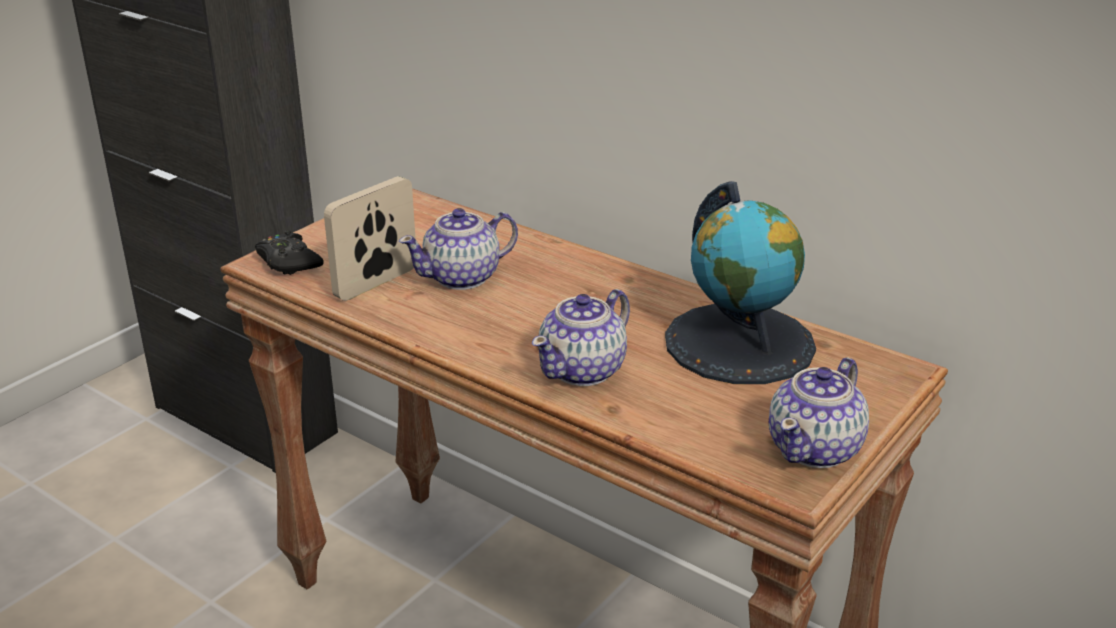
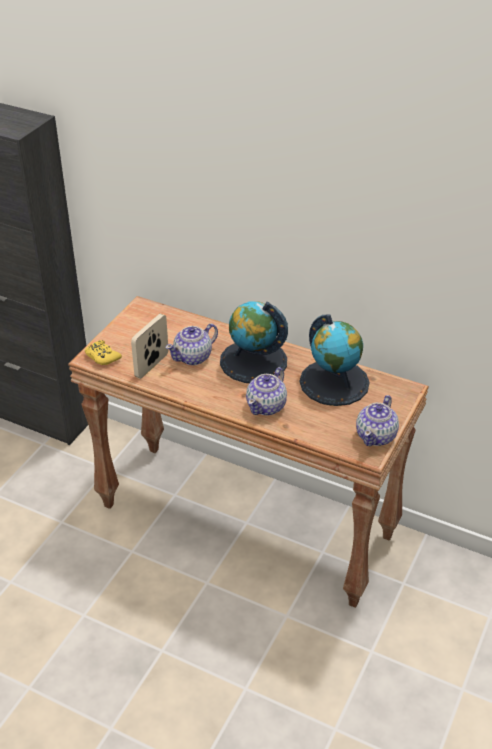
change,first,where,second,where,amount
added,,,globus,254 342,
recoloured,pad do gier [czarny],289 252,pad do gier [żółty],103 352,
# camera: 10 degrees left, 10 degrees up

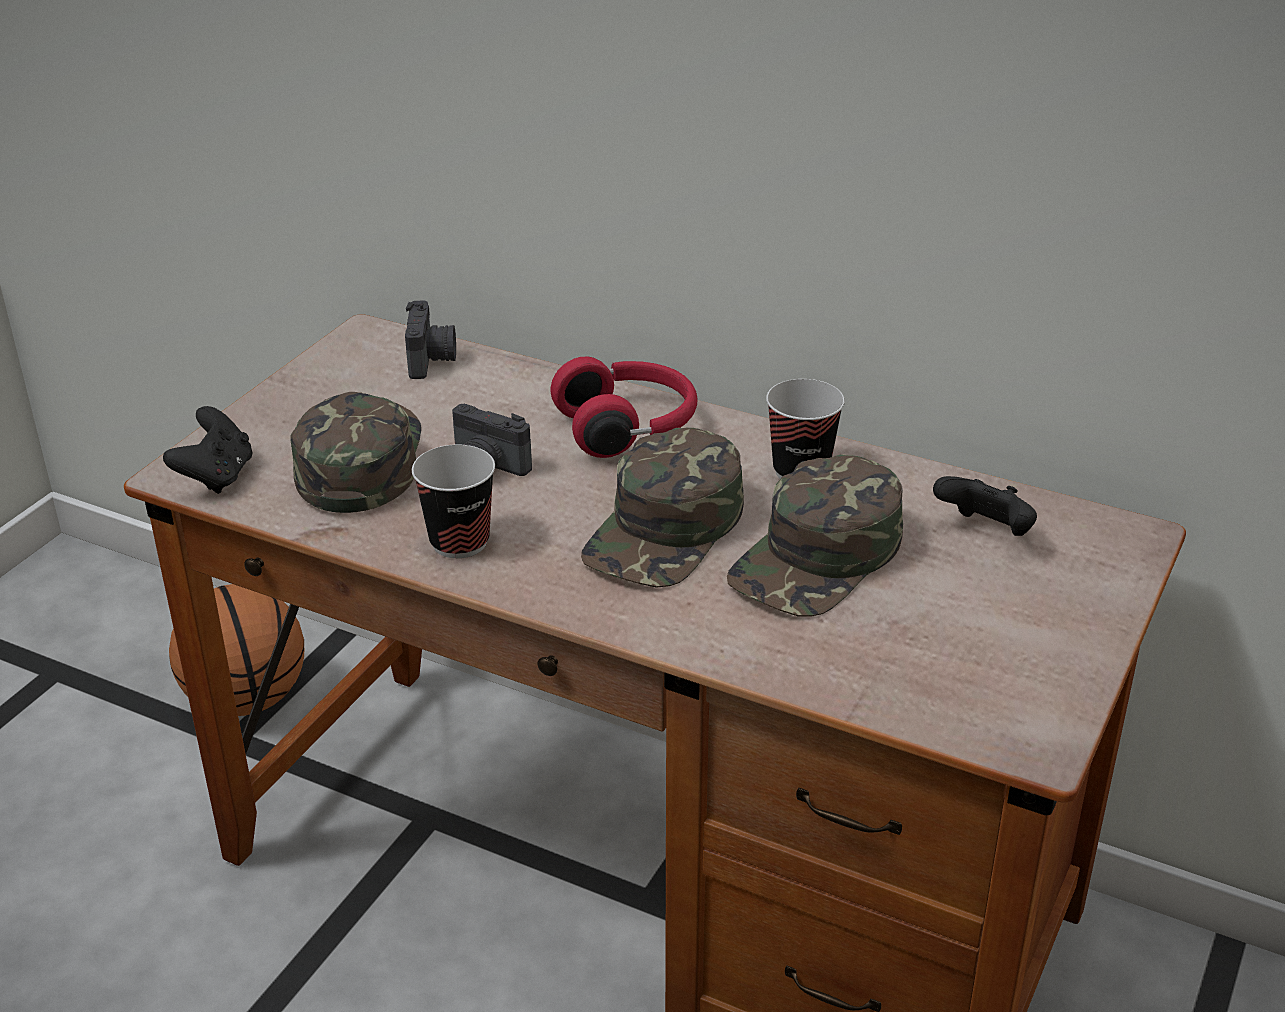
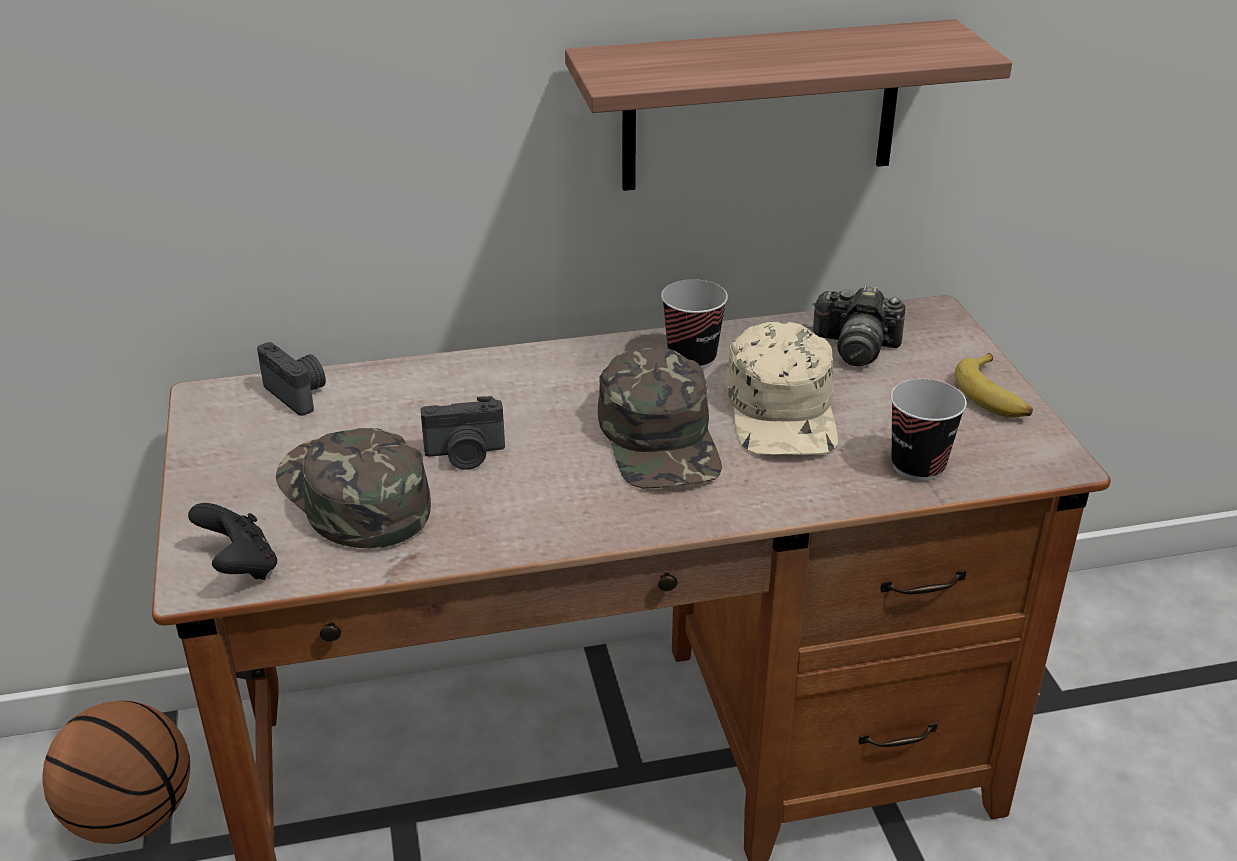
change,first,where,second,where,amount
removed,słuchawki [czerwony],624 407,,,
added,,,półka,788 105,
added,,,banan,994 385,
moved,filiżanka,453 501,,928 430,
replaced,pad do gier [czarny],985 506,aparat fotograficzny,858 326,
recoloured,czapka z daszkiem [zielony],815 535,czapka z daszkiem [beżowy],781 388,
# camera: 40 degrees left, 0 degrees up

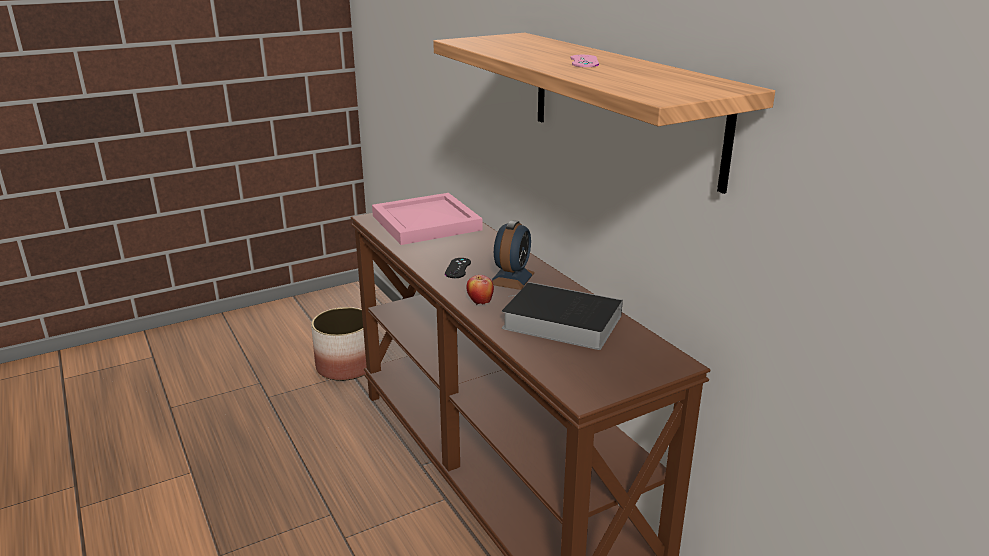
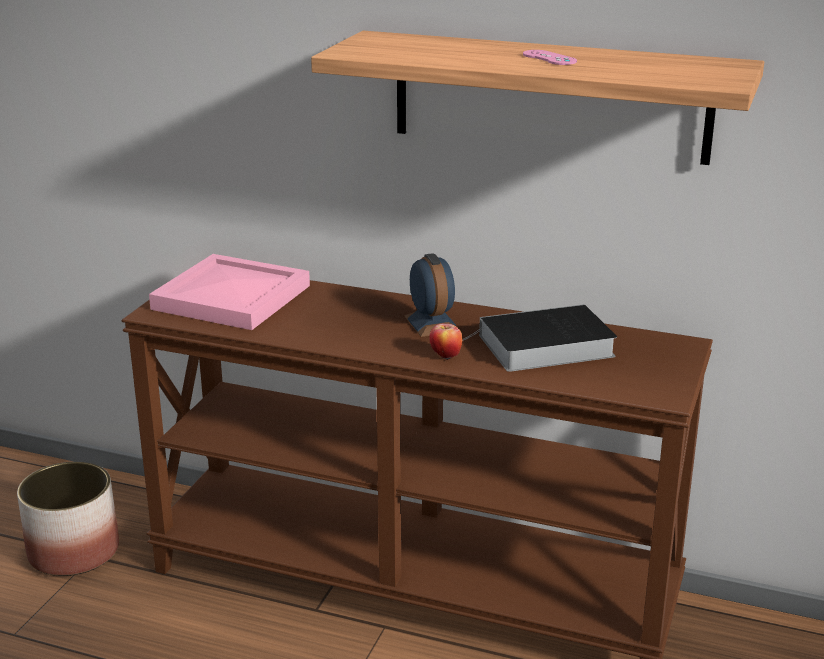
change,first,where,second,where,amount
removed,pad do gier [czarny],458 268,,,
# camera: 40 degrees left, 0 degrees up

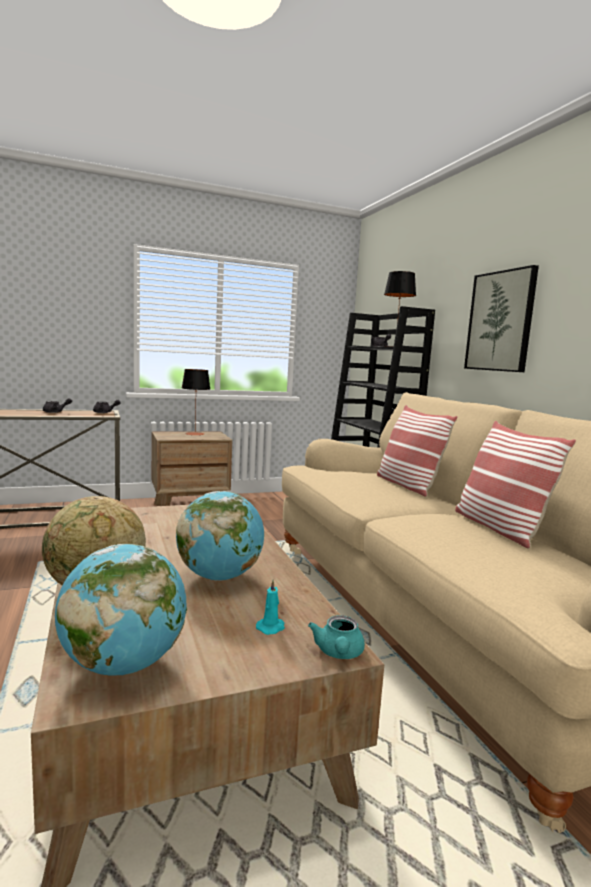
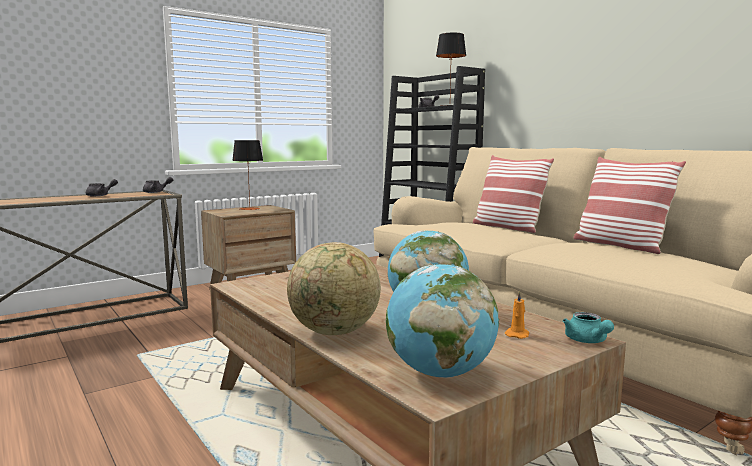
change,first,where,second,where,amount
removed,obraz,501 318,,,
recoloured,świeca [turkusowy],270 607,świeca [pomarańczowy],517 315,
# camera: 15 degrees left, 0 degrees up

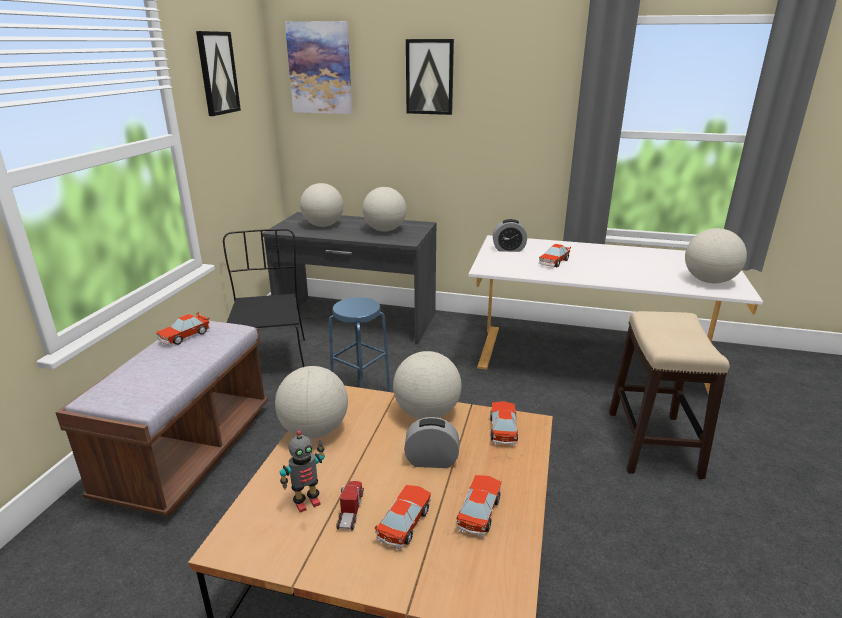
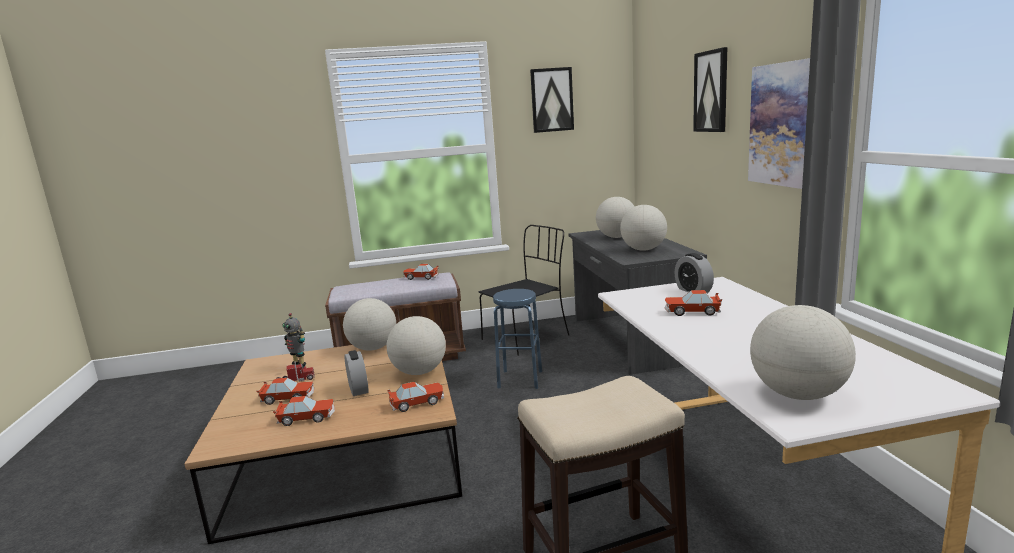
change,first,where,second,where,amount
moved,obraz,318 67,,779 123,
# camera: 65 degrees right, 10 degrees down

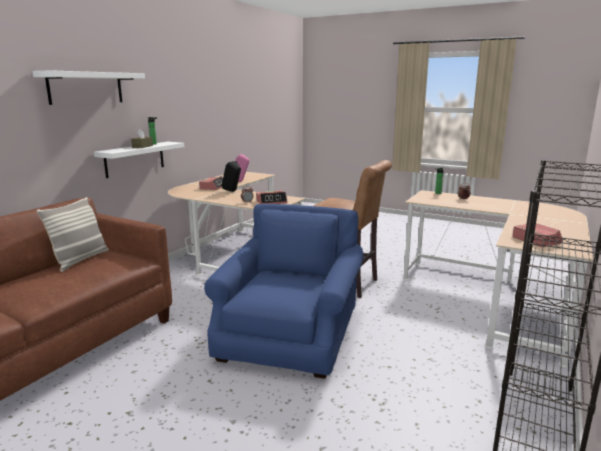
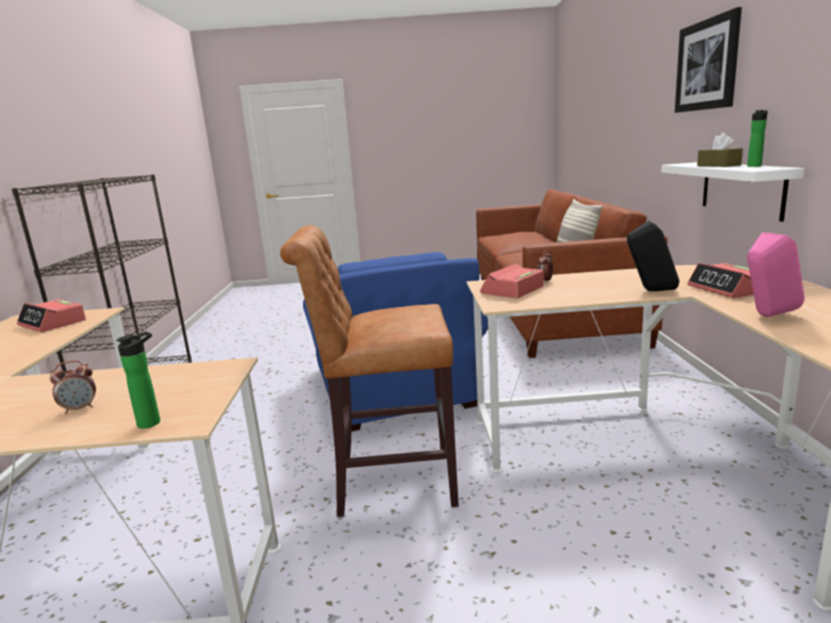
change,first,where,second,where,amount
replaced,półka [biały],88 87,obraz,708 60,
# camera: 150 degrees right, 0 degrees up

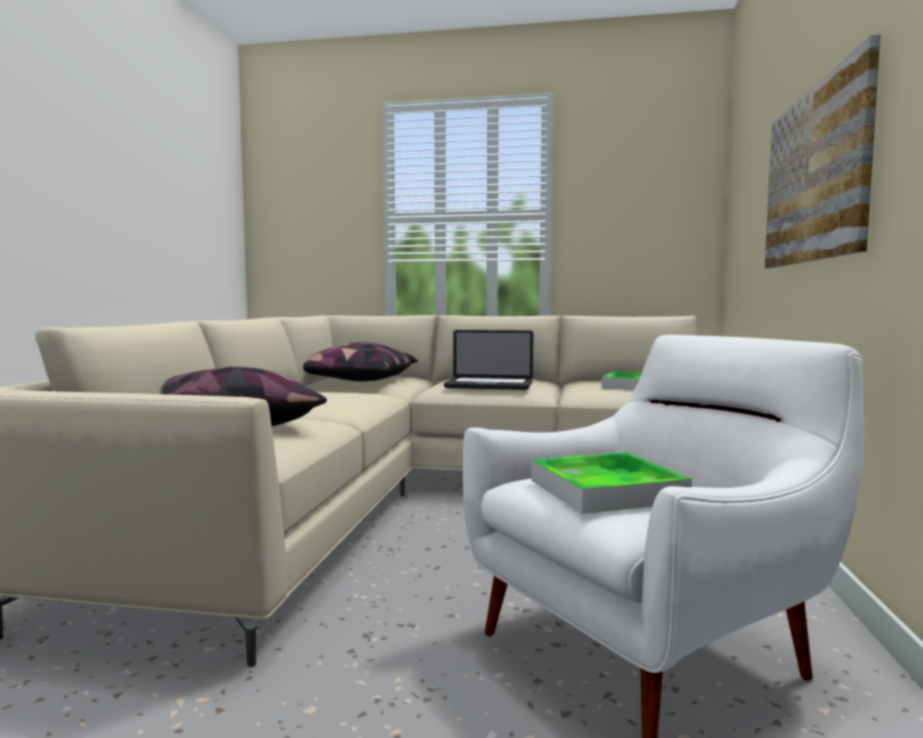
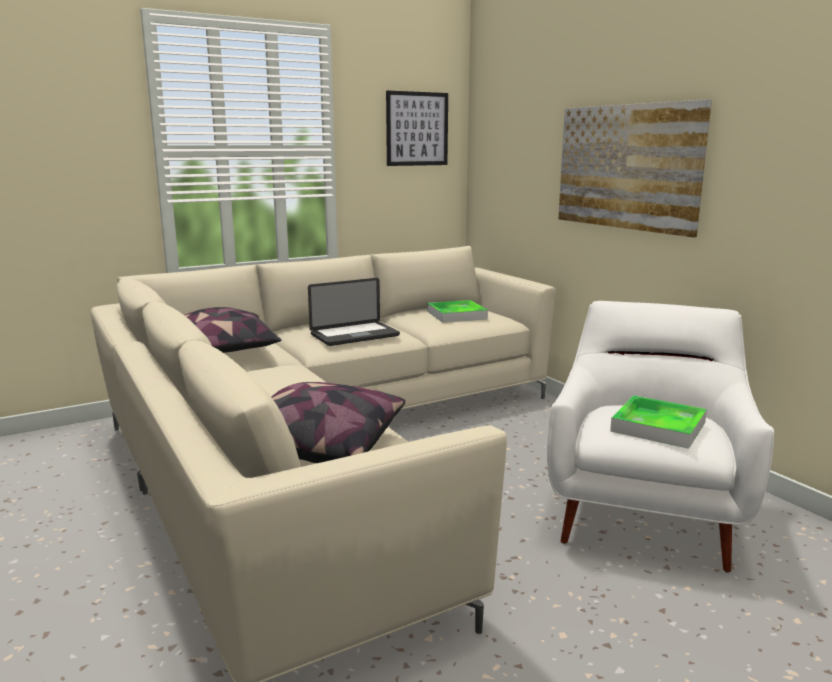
change,first,where,second,where,amount
added,,,obraz,417 128,
# camera: 40 degrees left, 10 degrees up

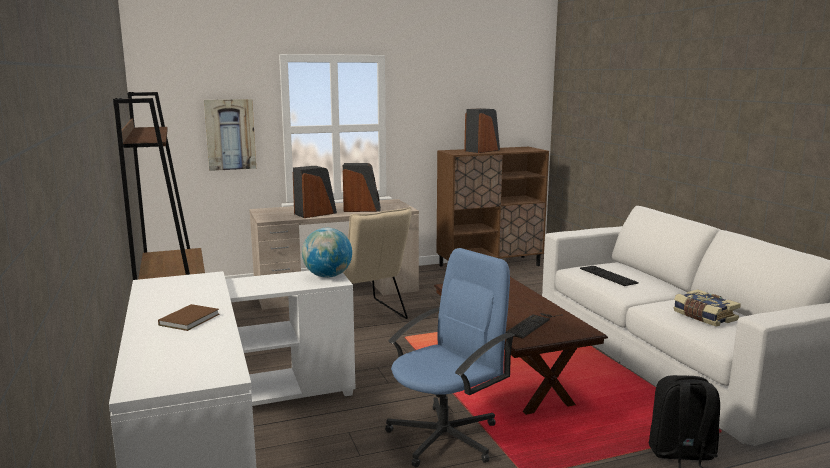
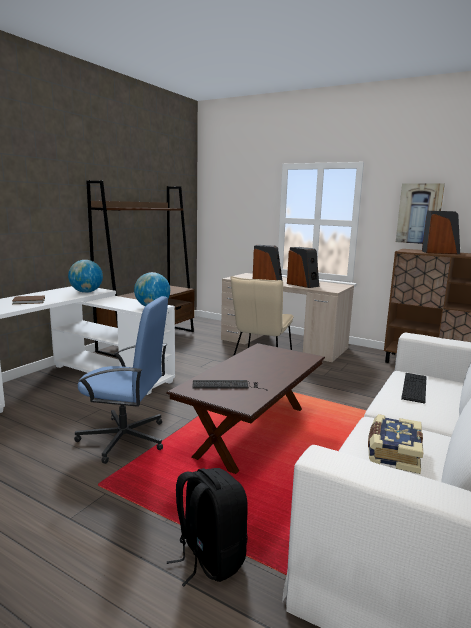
change,first,where,second,where,amount
added,,,globus,85 276,
moved,obraz,230 135,,420 213,
# camera: 50 degrees right, 0 degrees up

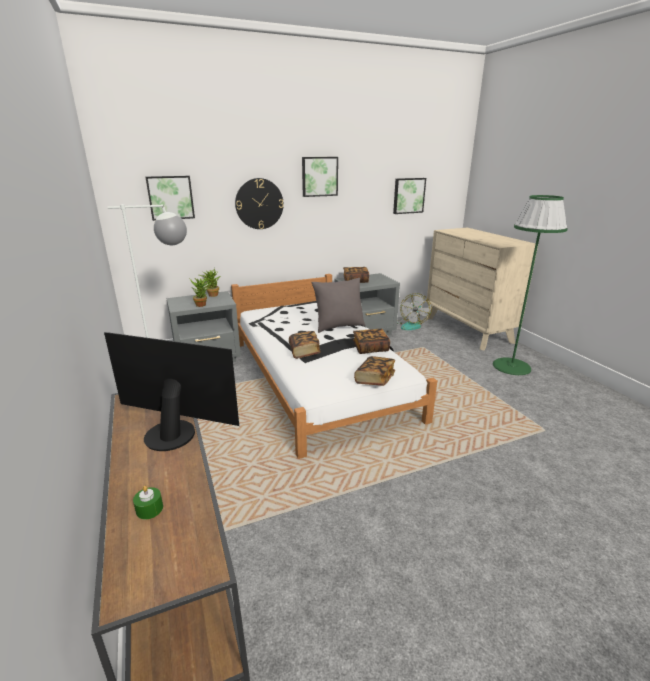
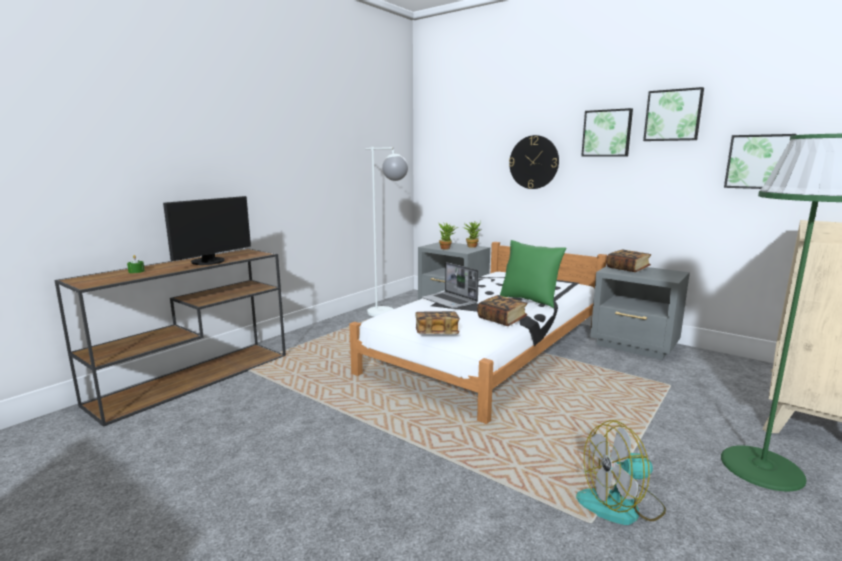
change,first,where,second,where,amount
moved,obraz,170 198,,673 114,
moved,wentylator,414 311,,621 472,
replaced,książka,305 345,laptop,450 285,
recoloured,poduszka [szary],338 305,poduszka [zielony],533 274,
turned,monitor,171 391,,207 230,45 degrees clockwise
# camera: 60 degrees right, 10 degrees down

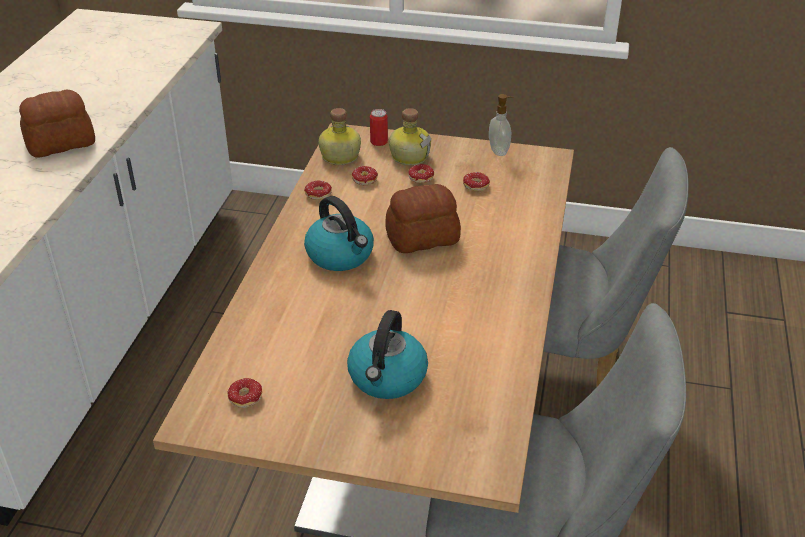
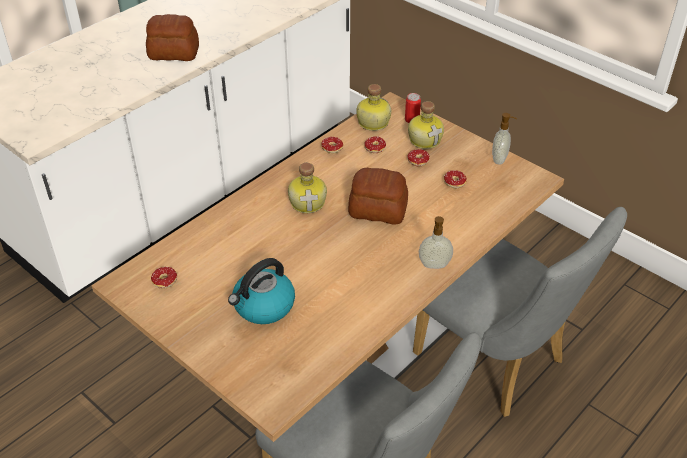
change,first,where,second,where,amount
added,,,dozownik mydła,436 242,
replaced,czajnik,339 233,butelka,307 188,
# camera: 30 degrees right, 5 degrees up

